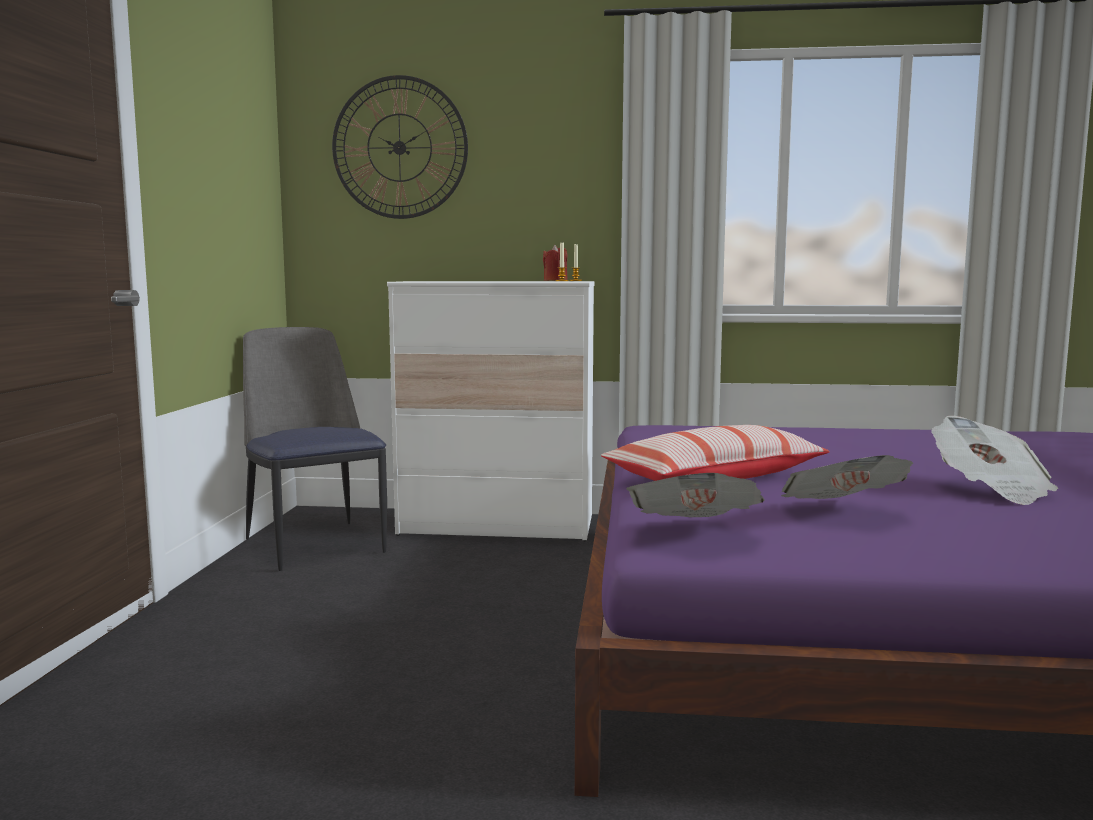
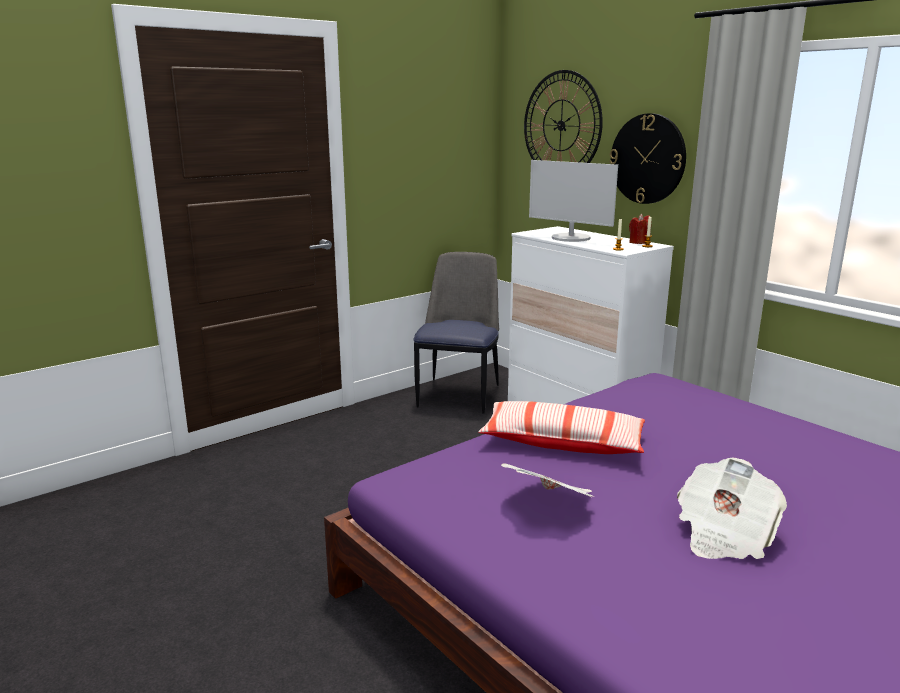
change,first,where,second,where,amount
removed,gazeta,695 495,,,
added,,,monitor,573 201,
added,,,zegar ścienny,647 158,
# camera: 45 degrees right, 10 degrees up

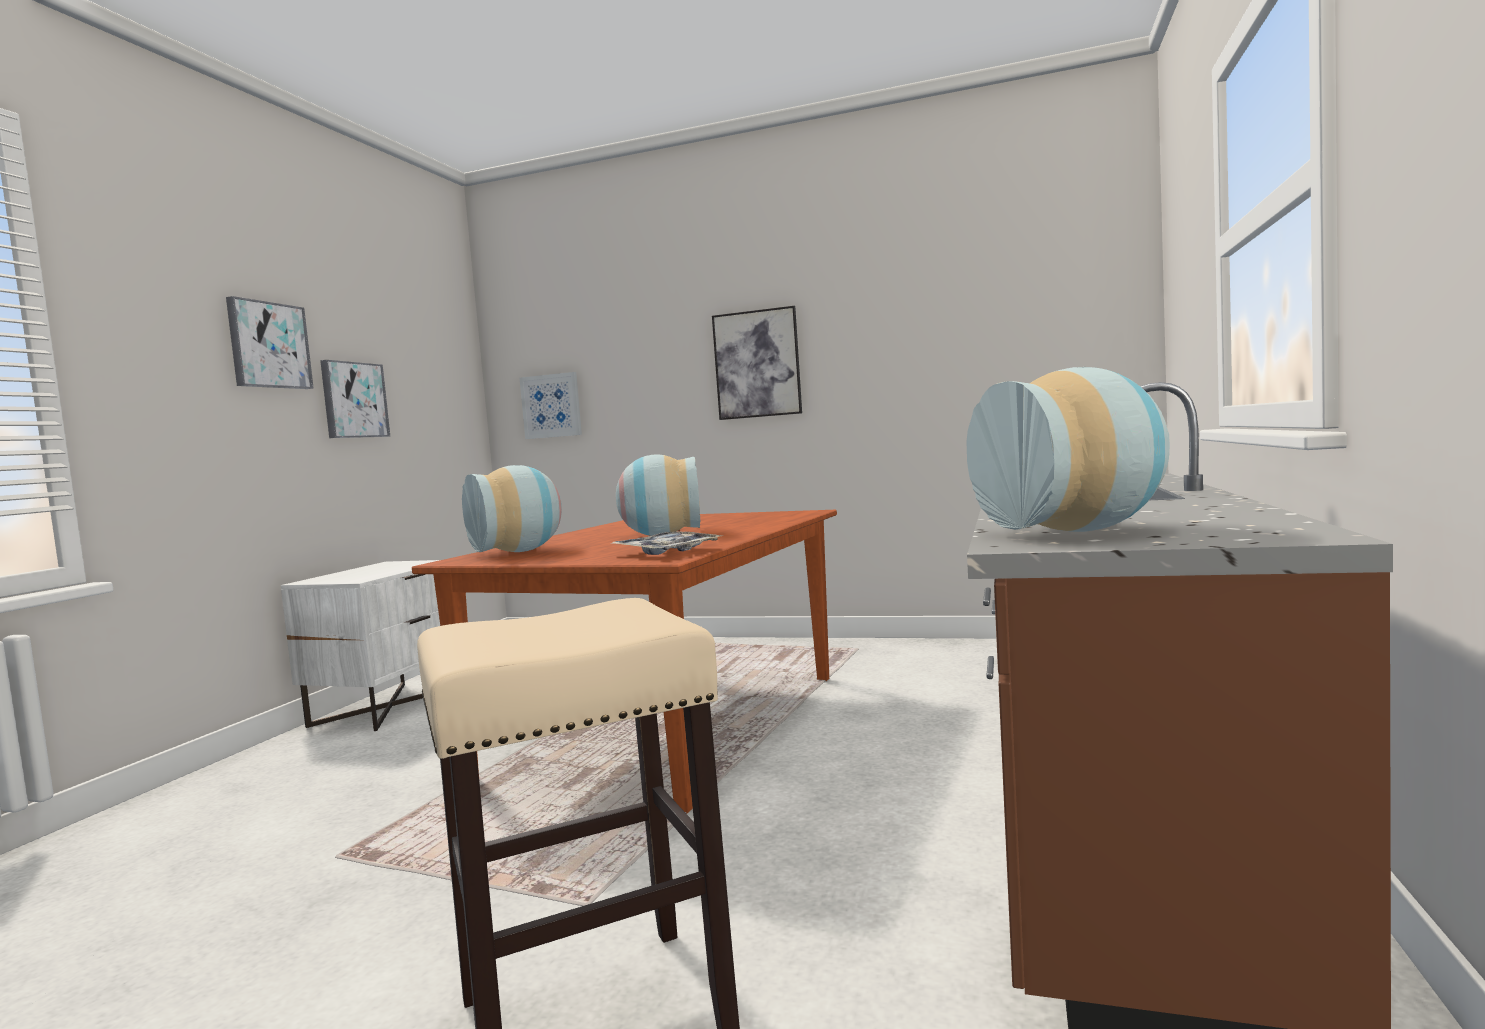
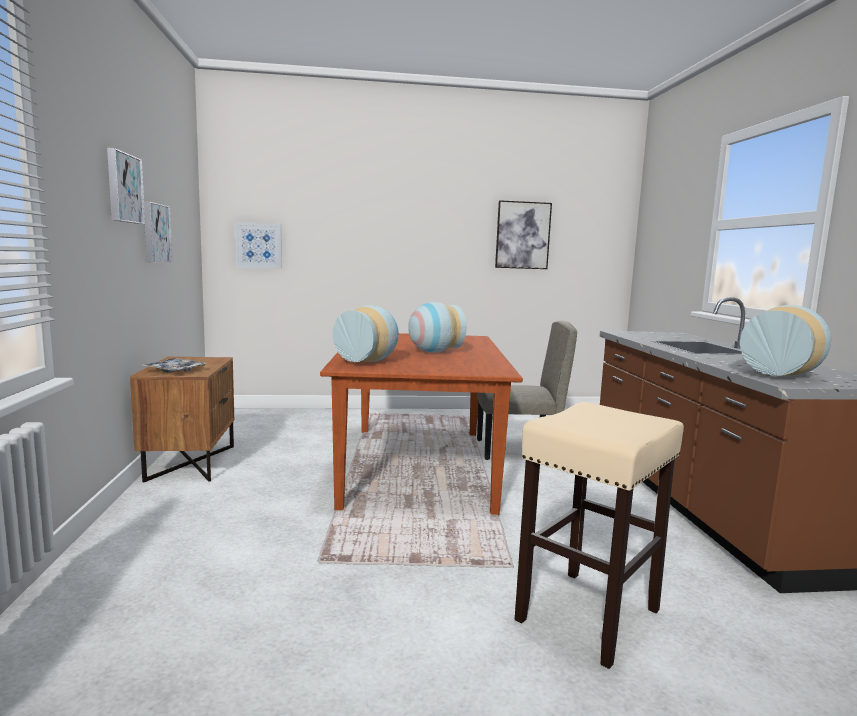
change,first,where,second,where,amount
added,,,krzesło [beżowy],527 390,
moved,taca,666 543,,174 365,
moved,obraz,757 363,,523 234,
recoloured,szafka nocna [biały],360 645,szafka nocna [brązowy],182 419,
# camera: 25 degrees left, 5 degrees up

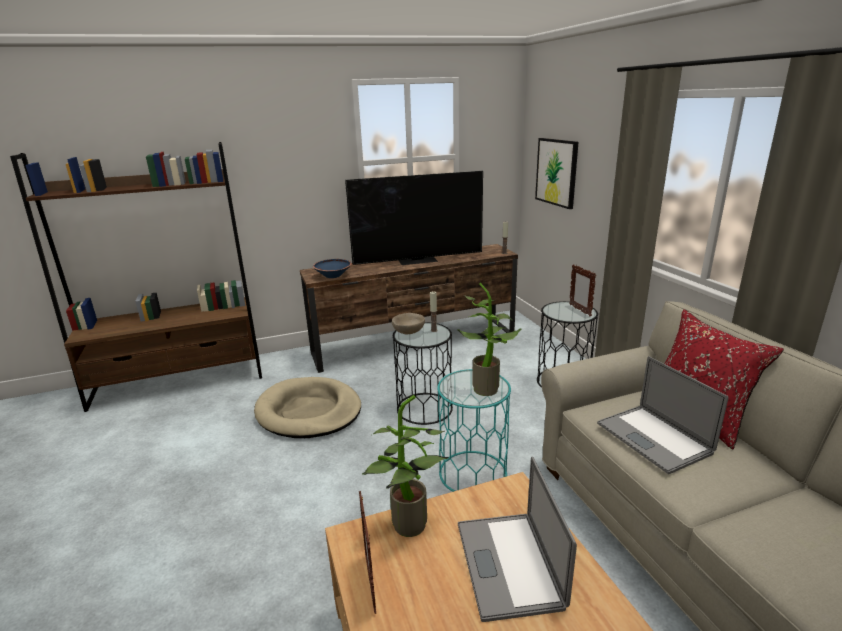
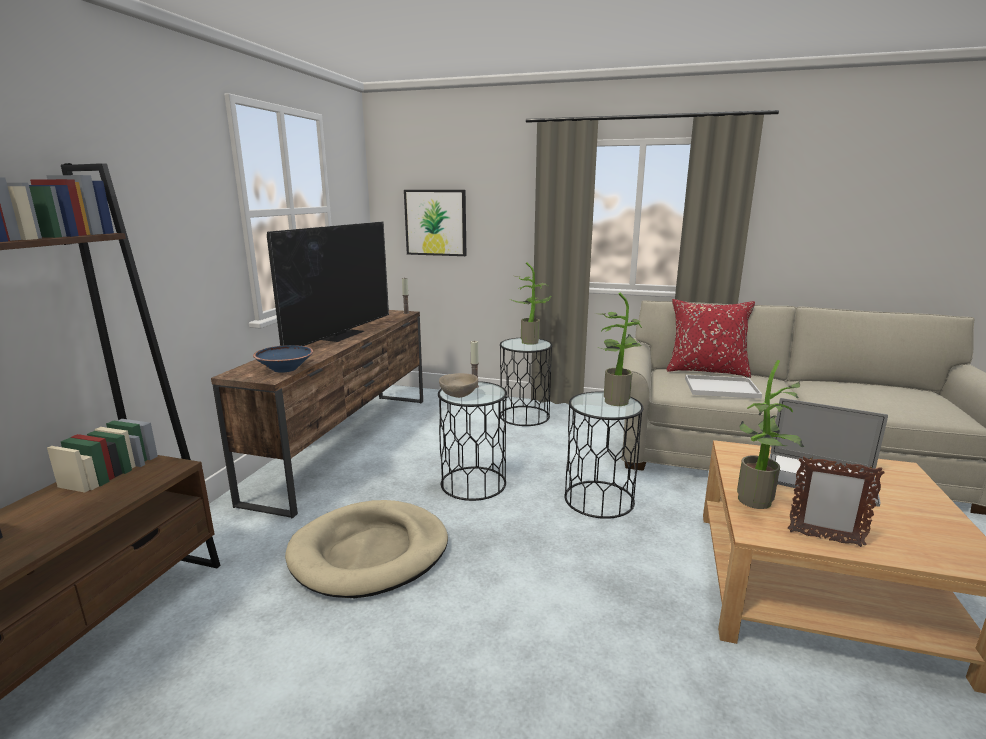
change,first,where,second,where,amount
replaced,ramka na zdjęcie,582 290,roślina doniczkowa,530 303,
replaced,laptop,662 415,taca [biały],723 387,
recoloured,stolik [turkusowy],474 430,stolik [czarny],603 455,
# camera: 55 degrees left, 5 degrees down

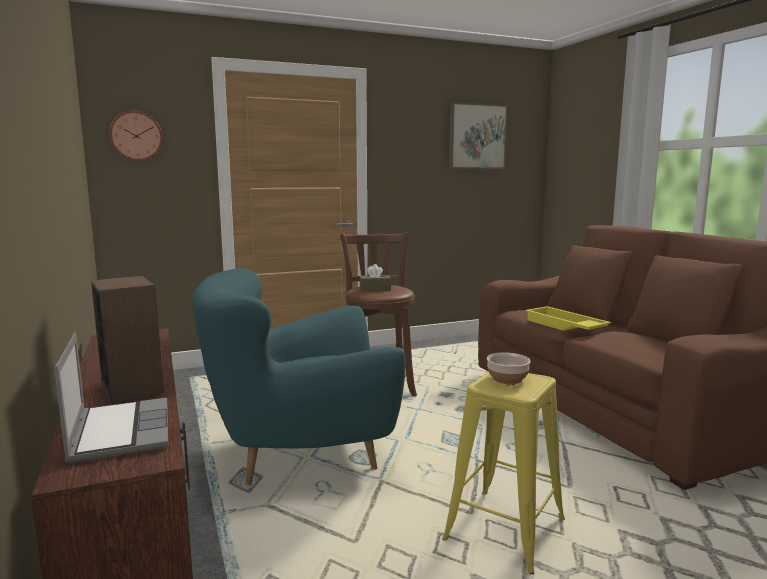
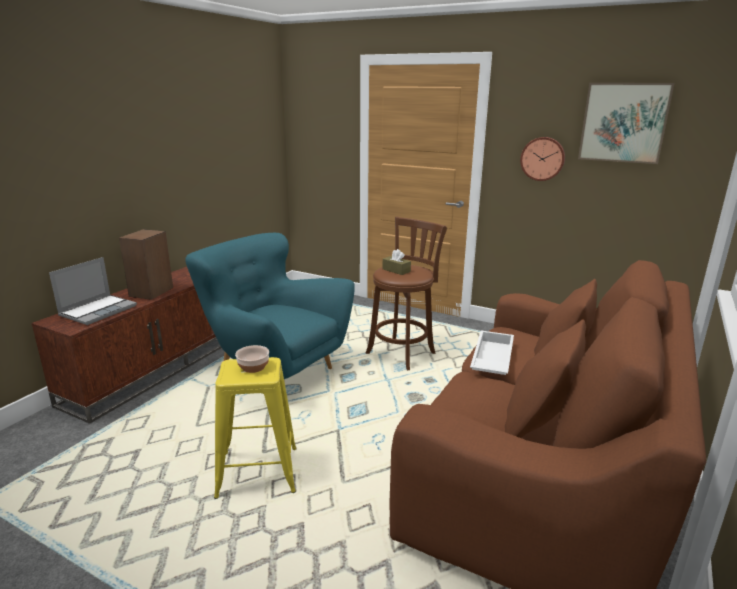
change,first,where,second,where,amount
moved,zegar ścienny,136 136,,542 159,
recoloured,taca [żółty],568 318,taca [biały],492 353,
# camera: 50 degrees right, 10 degrees up

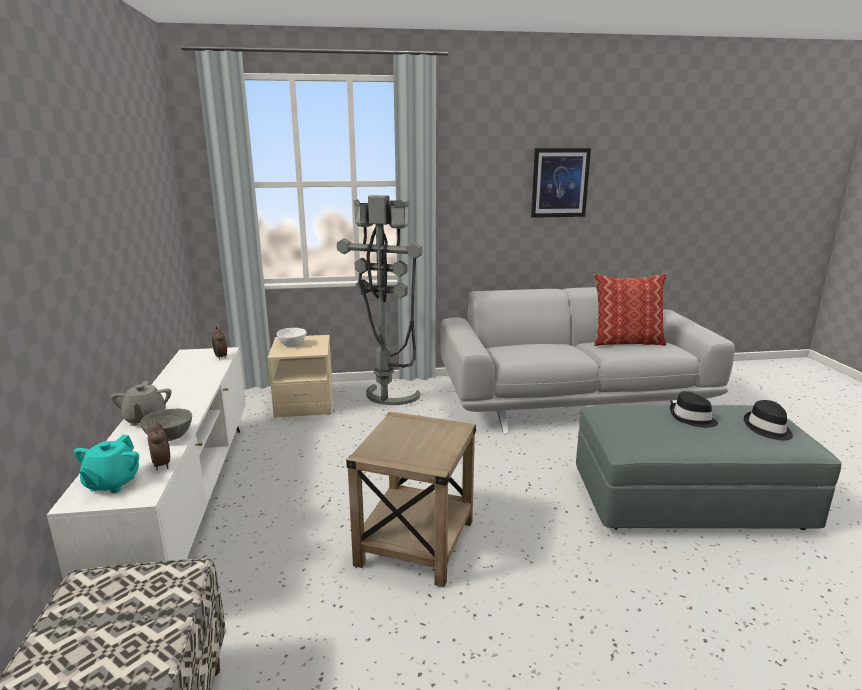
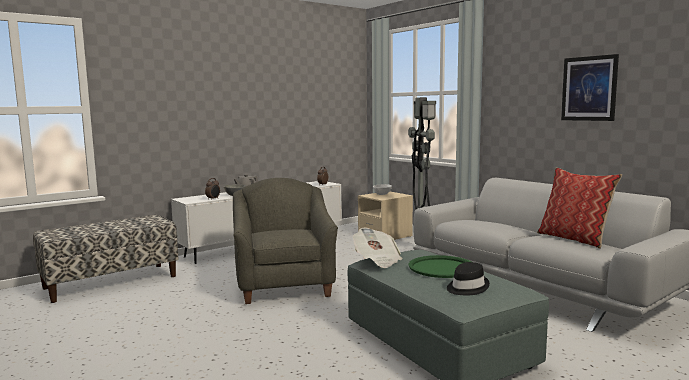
change,first,where,second,where,amount
removed,imbryk [turkusowy],106 464,,,
added,,,gazeta,377 248,
replaced,stolik [beżowy],411 499,fotel [szary],285 241,
replaced,kapelusz [czarny],694 409,taca [zielony],440 266,
# camera: 60 degrees right, 10 degrees down

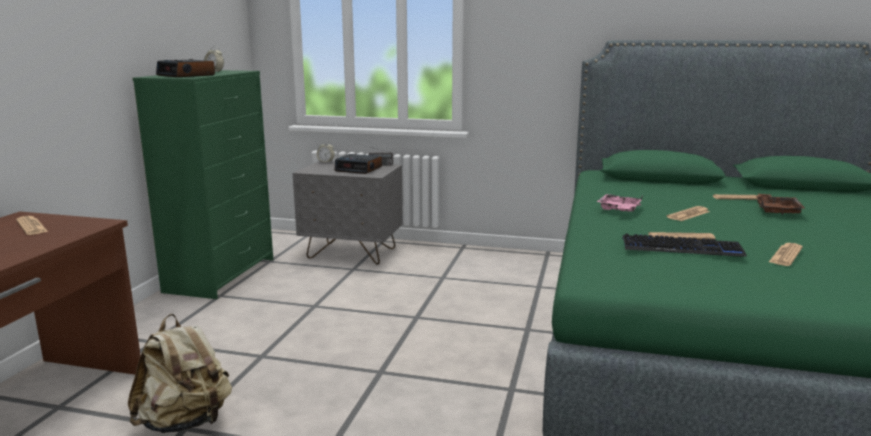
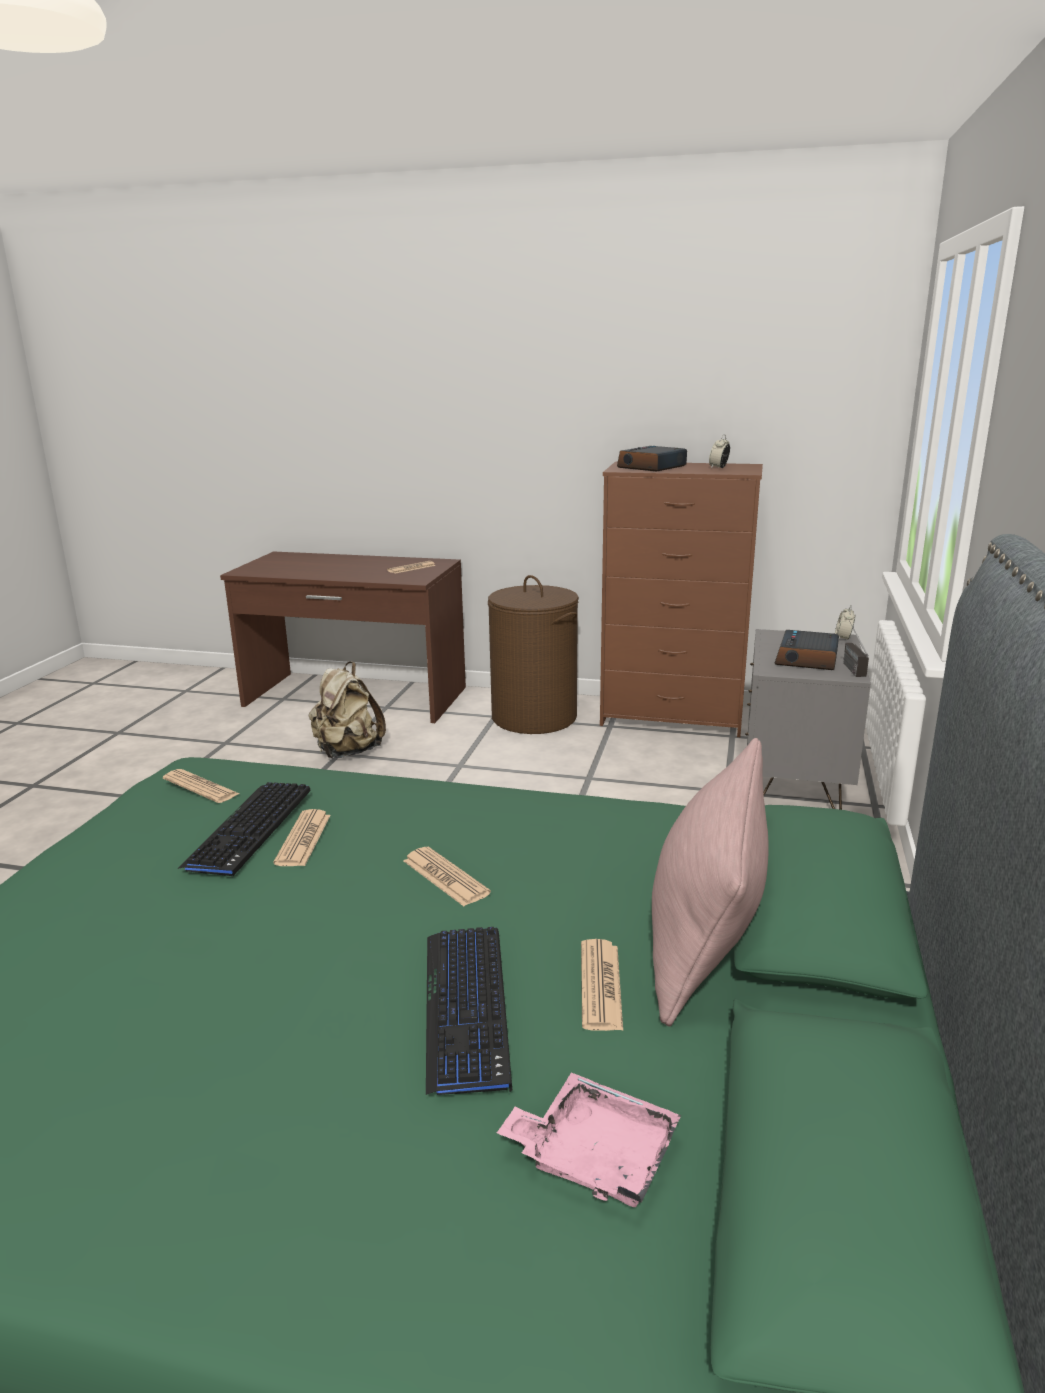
change,first,where,second,where,amount
added,,,kosz na pranie [brązowy],533 654,
added,,,poduszka [różowy],710 882,
moved,taca [różowy],620 203,,589 1140,
moved,gazeta,786 254,,201 786,
replaced,taca [brązowy],780 204,klawiatura,469 1011,
recoloured,komoda [zielony],203 184,komoda [brązowy],681 599,
# camera: 90 degrees right, 5 degrees up

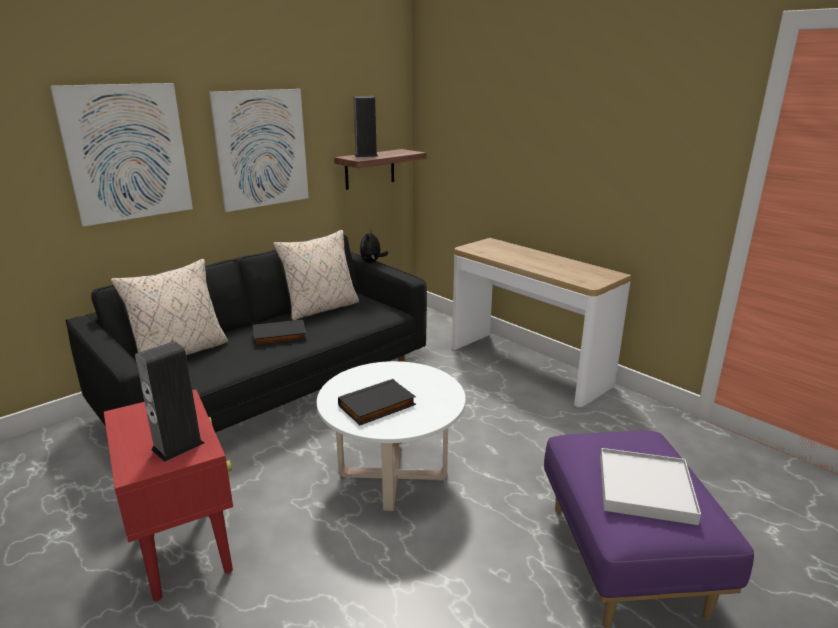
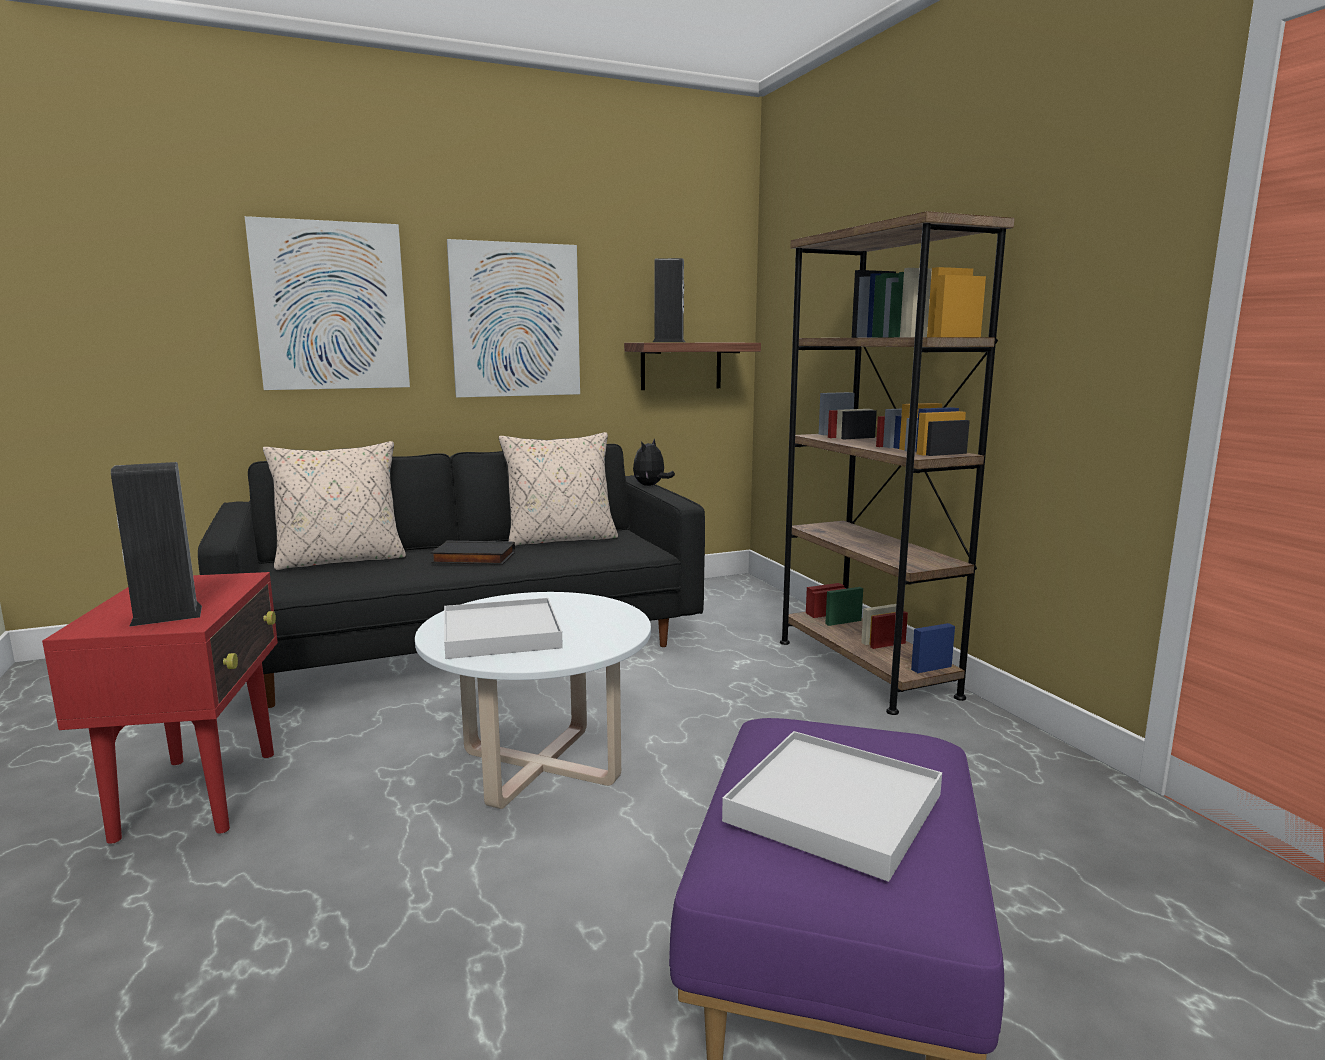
change,first,where,second,where,amount
replaced,książka [czarny],377 402,taca [biały],503 628,
replaced,stolik konsolowy,541 322,regał [brązowy],897 463,
# camera: 20 degrees right, 10 degrees down

